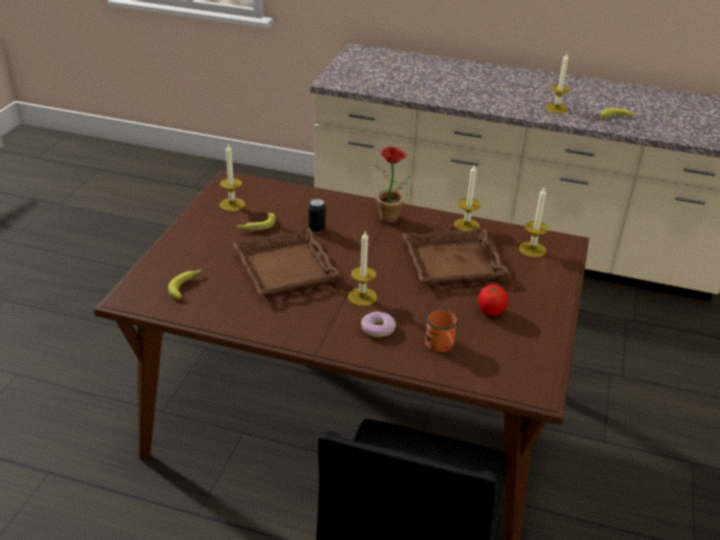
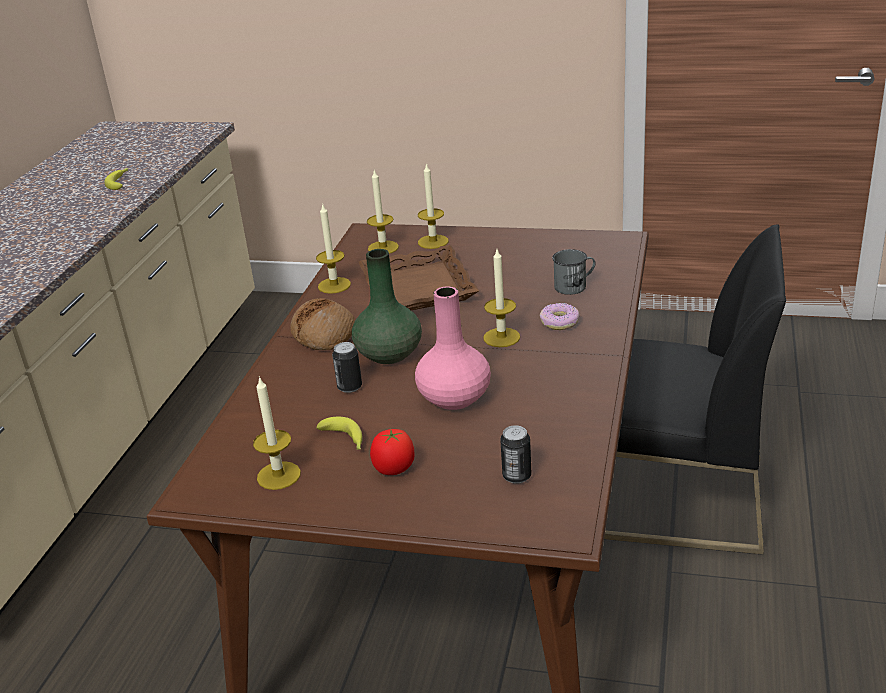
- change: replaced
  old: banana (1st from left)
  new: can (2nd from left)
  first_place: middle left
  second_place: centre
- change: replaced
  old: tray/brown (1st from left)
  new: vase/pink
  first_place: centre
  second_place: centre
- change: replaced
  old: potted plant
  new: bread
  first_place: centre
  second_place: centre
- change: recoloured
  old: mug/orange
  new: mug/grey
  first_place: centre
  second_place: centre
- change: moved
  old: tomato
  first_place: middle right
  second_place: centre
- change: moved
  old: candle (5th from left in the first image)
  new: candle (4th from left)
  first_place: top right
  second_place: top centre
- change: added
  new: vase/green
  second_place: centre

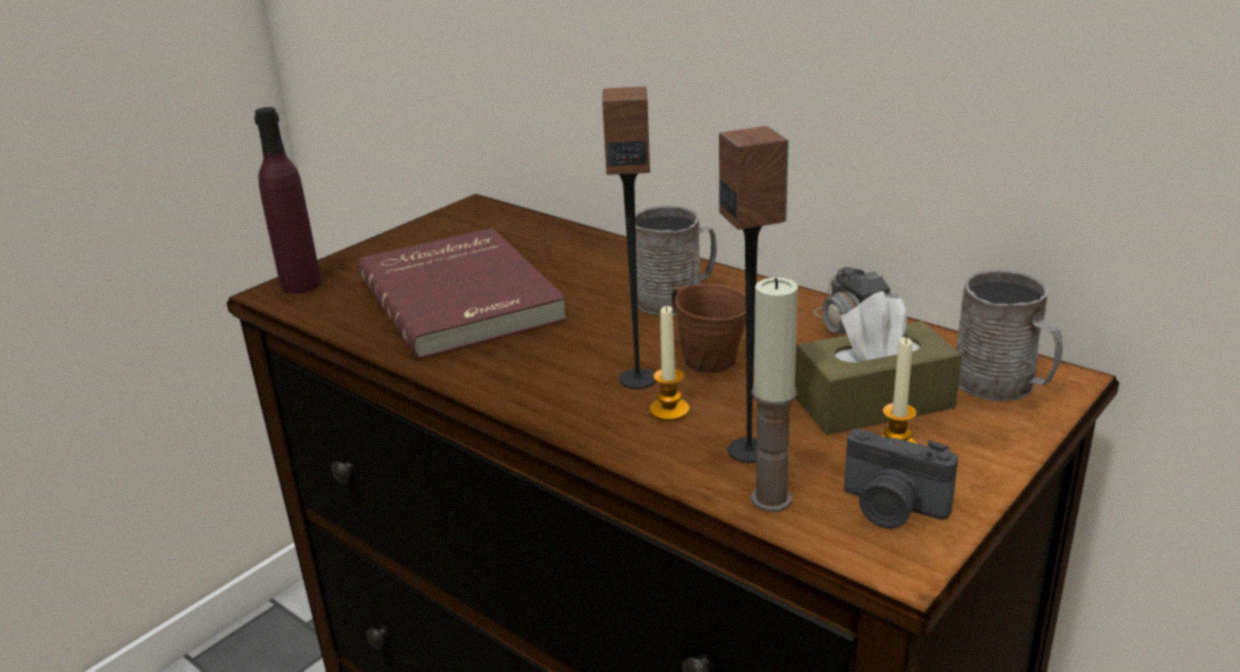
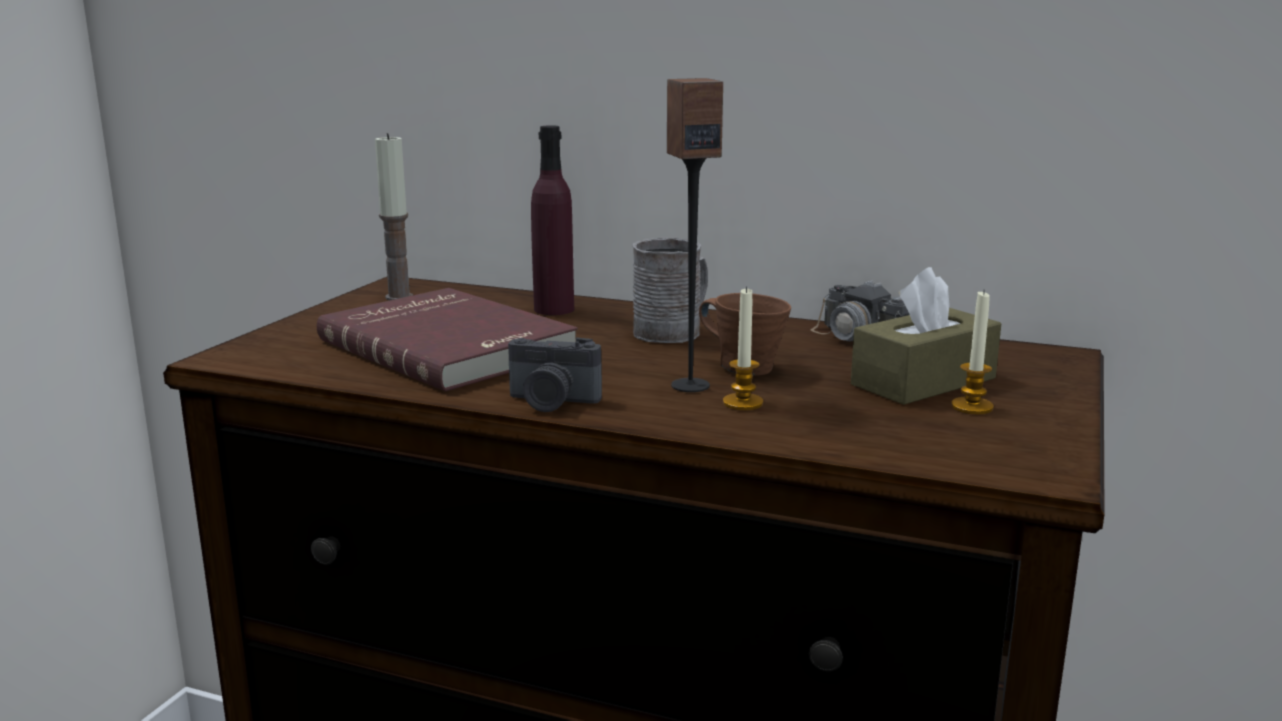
- change: moved
  old: bottle/purple
  first_place: top left
  second_place: top centre
- change: removed
  old: speaker (2nd from left)
  first_place: centre
- change: moved
  old: candle (2nd from left in the first image)
  new: candle (1st from left)
  first_place: centre
  second_place: top left
- change: moved
  old: photo camera (2nd from left in the first image)
  new: photo camera (1st from left)
  first_place: bottom right
  second_place: centre
- change: removed
  old: mug/grey (2nd from left)
  first_place: middle right

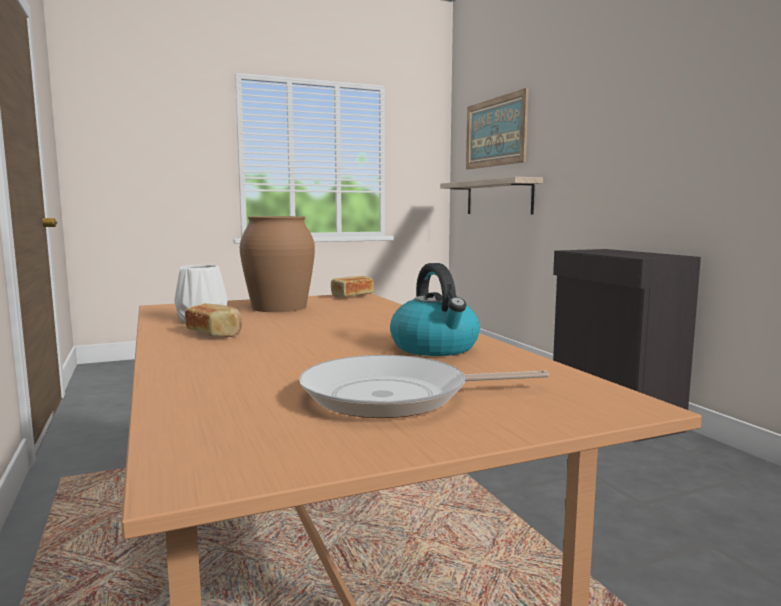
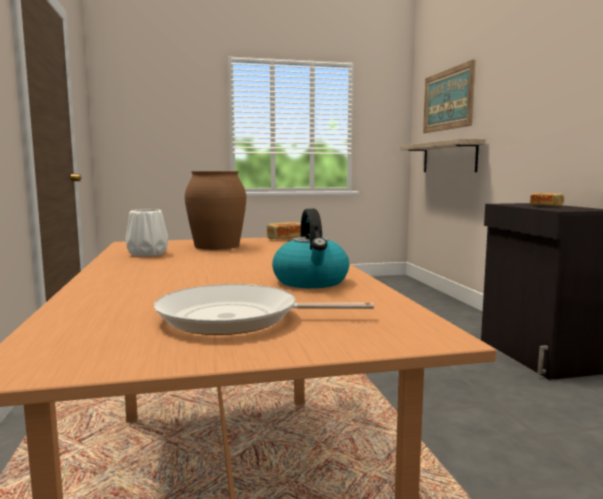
- change: moved
  old: bread (1st from left in the first image)
  new: bread (2nd from left)
  first_place: middle left
  second_place: middle right

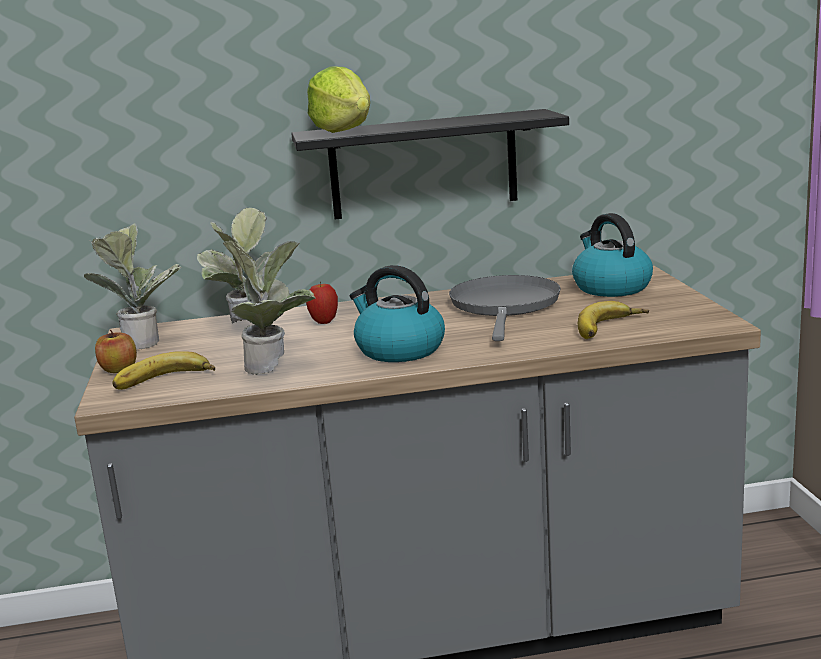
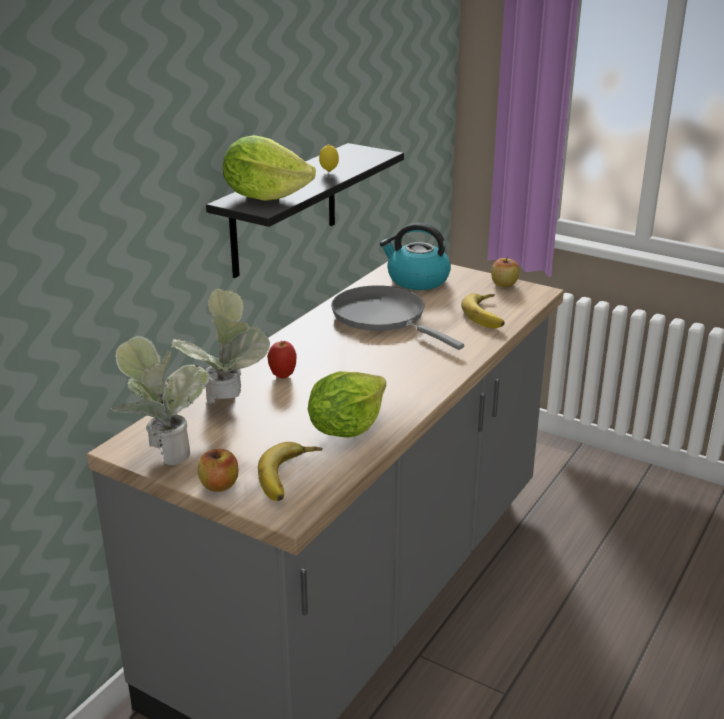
- change: replaced
  old: potted plant (3rd from left)
  new: lettuce (2nd from left)
  first_place: middle left
  second_place: centre
- change: removed
  old: kettle (1st from left)
  first_place: centre
- change: added
  new: lemon
  second_place: top centre
- change: added
  new: apple (3rd from left)
  second_place: middle right

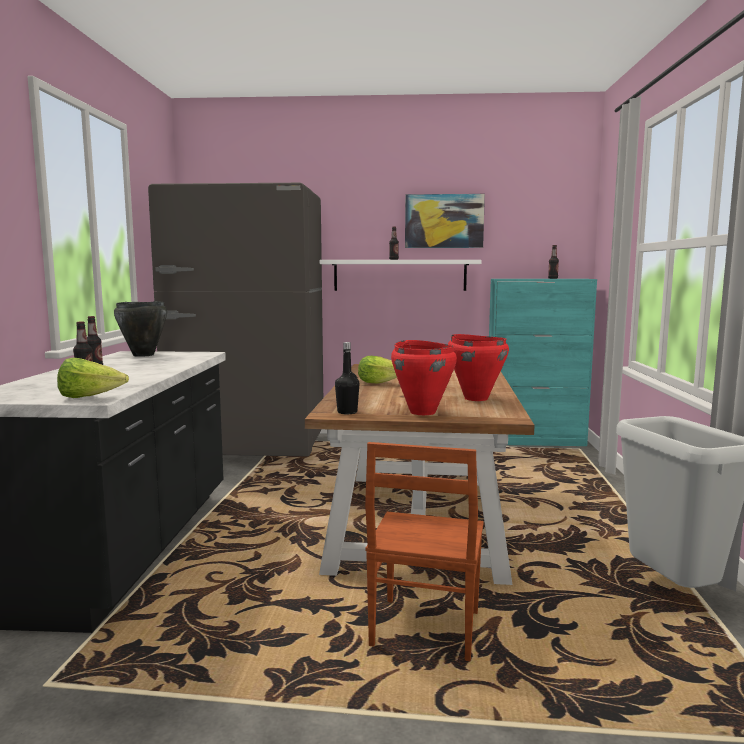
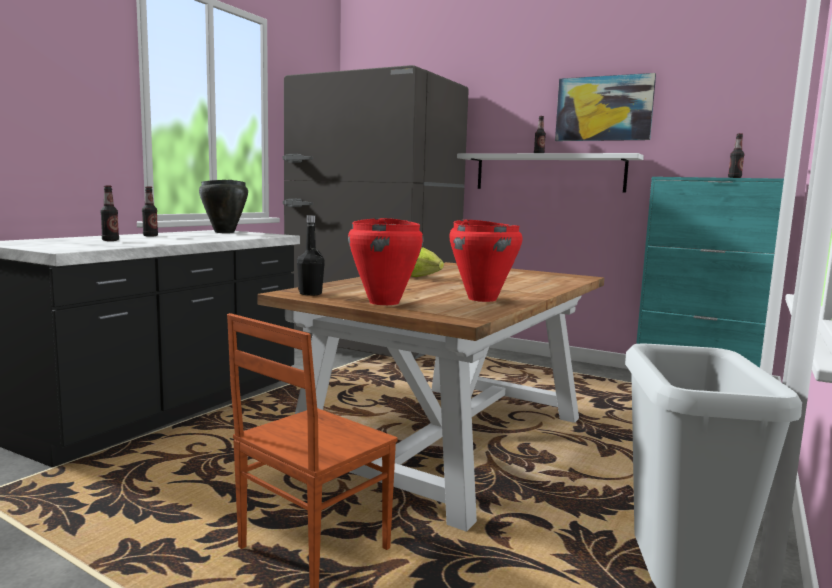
- change: removed
  old: lettuce (1st from left)
  first_place: middle left

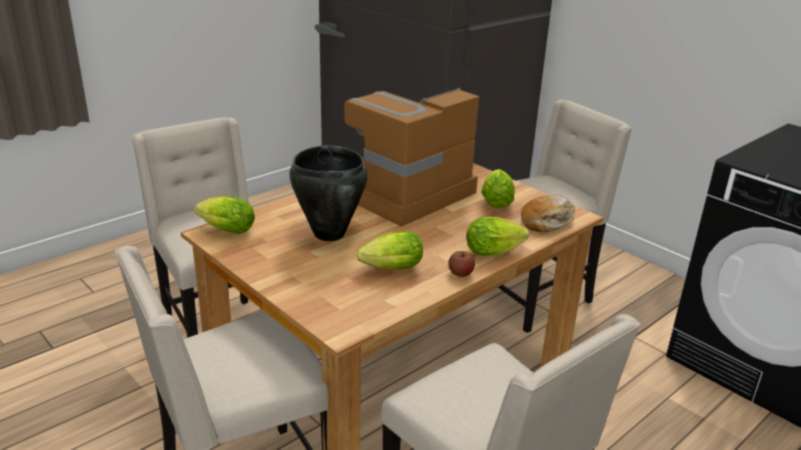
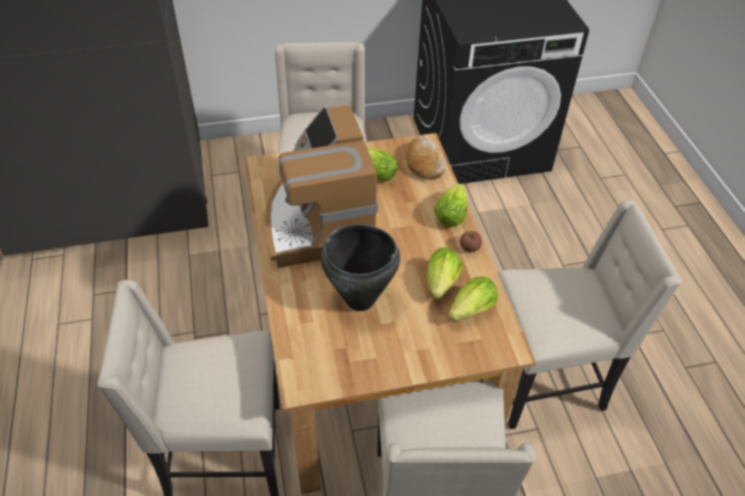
- change: moved
  old: lettuce (1st from left in the first image)
  new: lettuce (4th from left)
  first_place: middle left
  second_place: centre

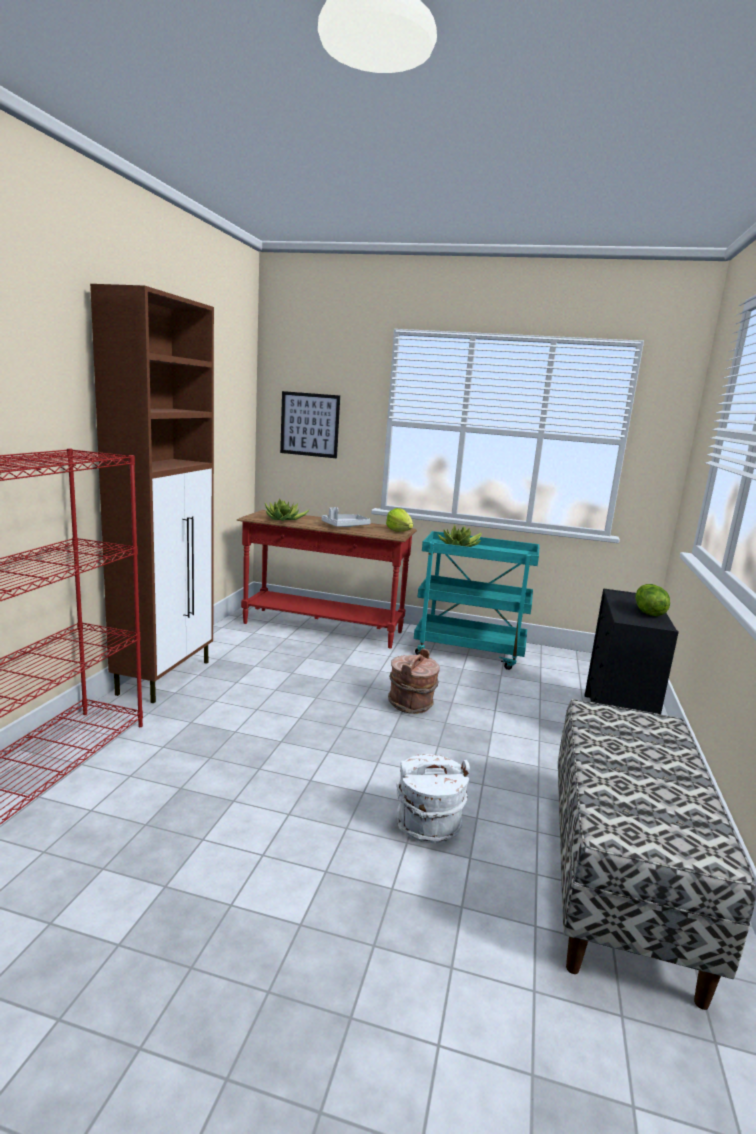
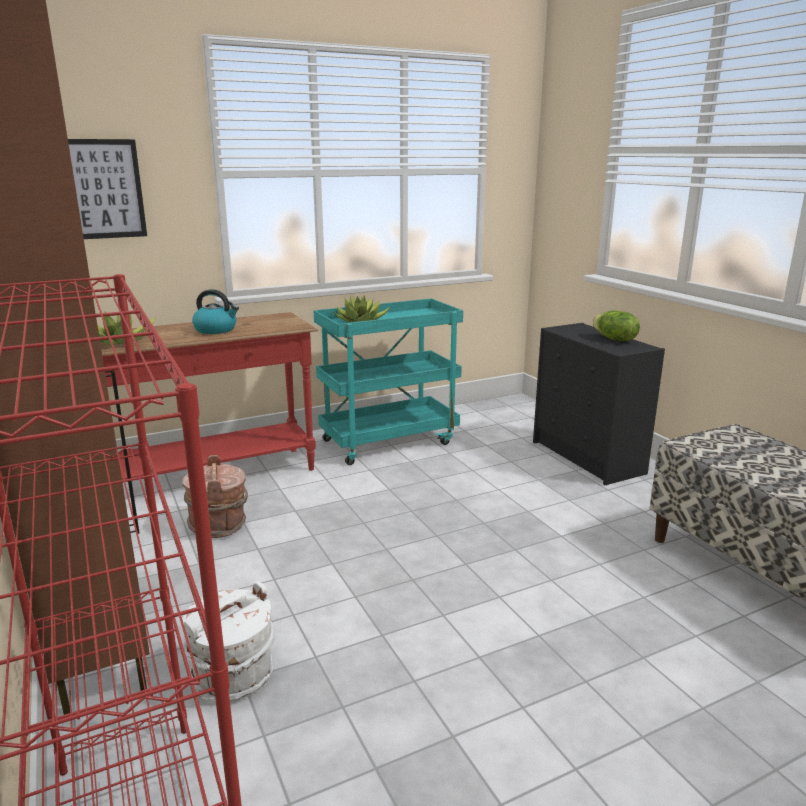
- change: replaced
  old: tray/grey
  new: kettle
  first_place: centre
  second_place: middle left
- change: removed
  old: lettuce (1st from left)
  first_place: centre
- change: moved
  old: bucket/brown
  first_place: centre
  second_place: middle left
- change: moved
  old: bucket/white
  first_place: bottom centre
  second_place: bottom left

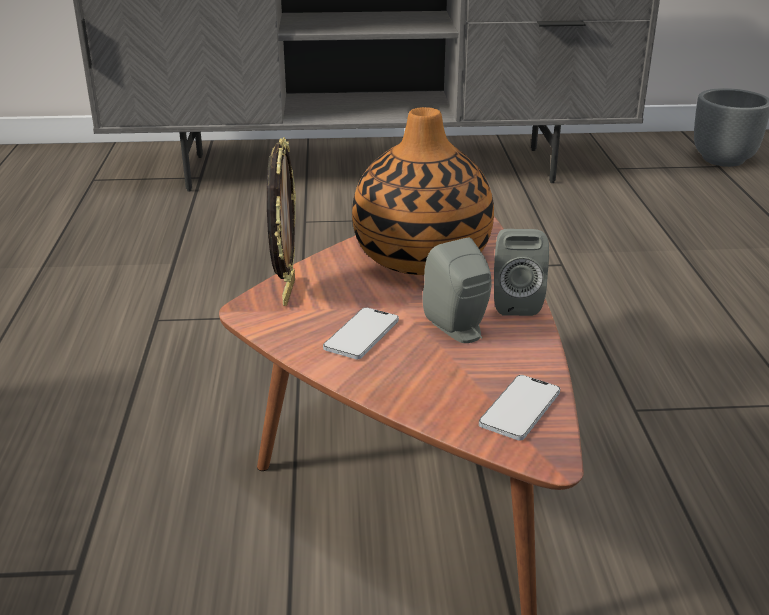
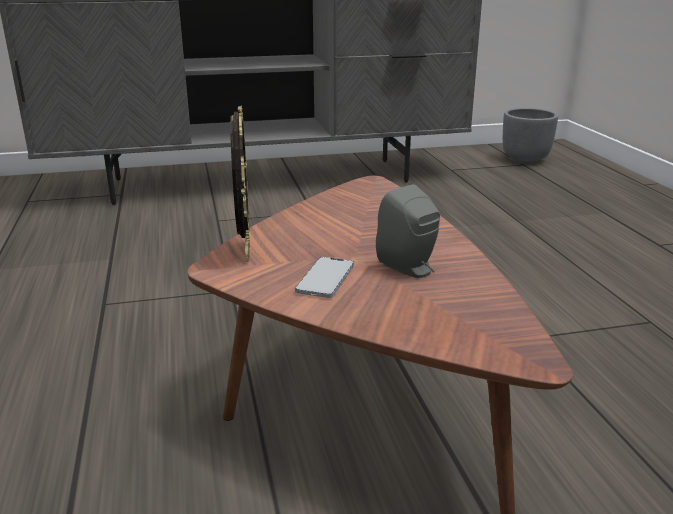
- change: removed
  old: vase
  first_place: top centre
- change: removed
  old: phone (2nd from left)
  first_place: middle right
- change: removed
  old: speaker/grey (2nd from left)
  first_place: middle right

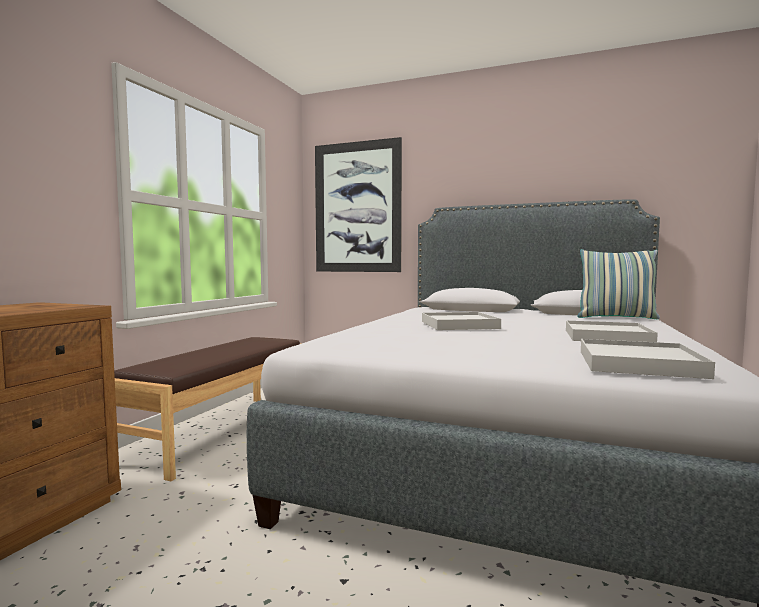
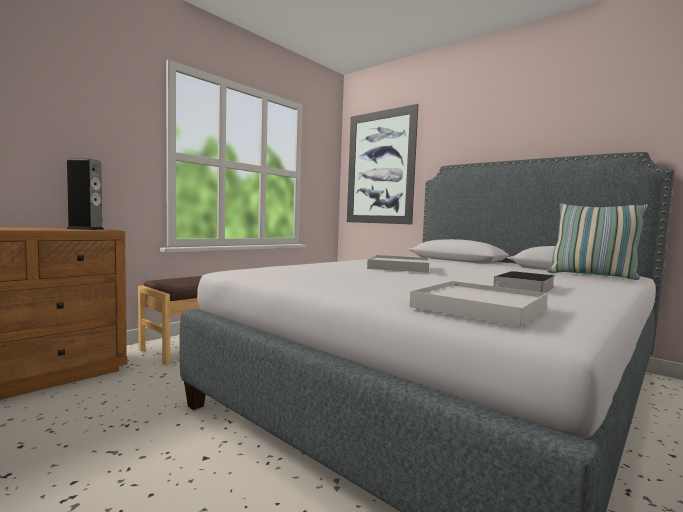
- change: replaced
  old: tray/white (2nd from left)
  new: book
  first_place: middle right
  second_place: middle right
- change: added
  new: speaker
  second_place: middle left

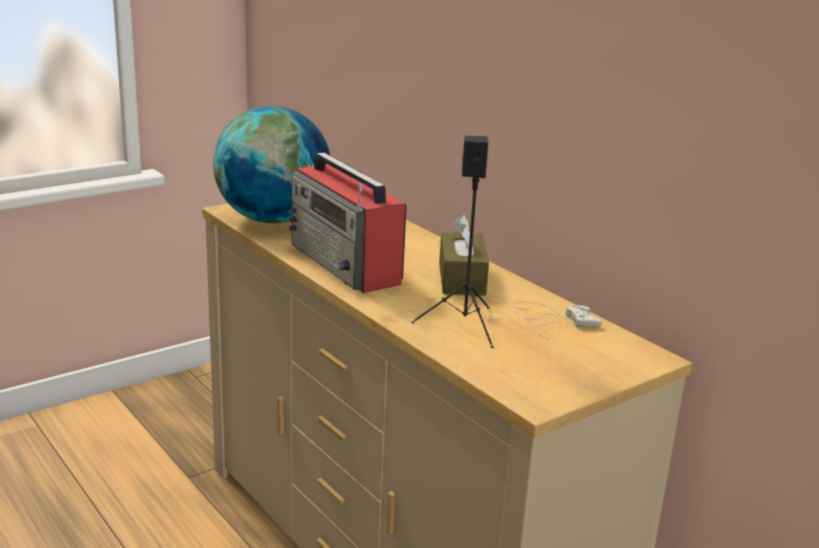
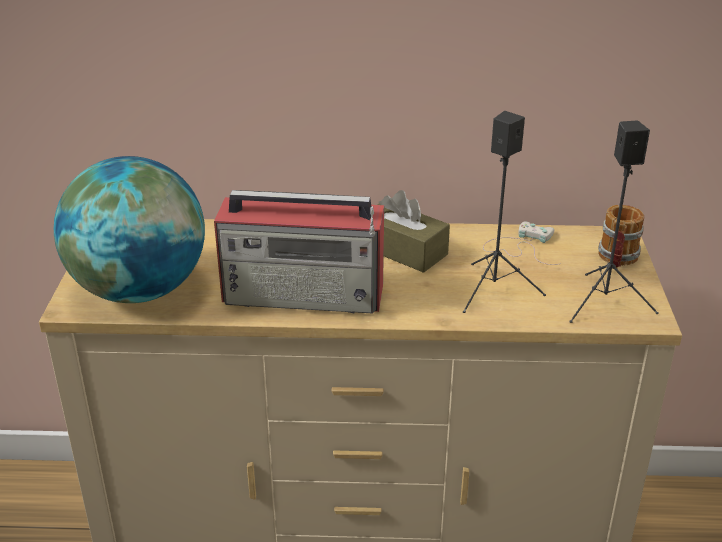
- change: added
  new: speaker/black (2nd from left)
  second_place: middle right
- change: added
  new: mug
  second_place: middle right

